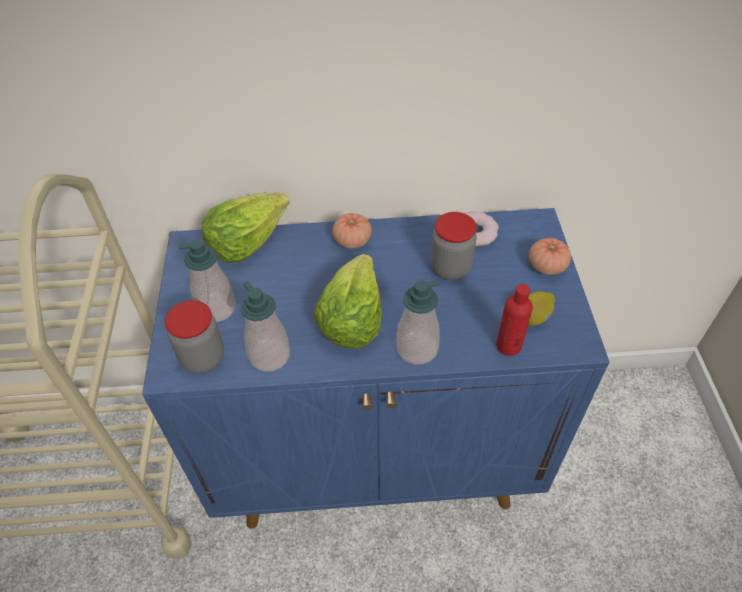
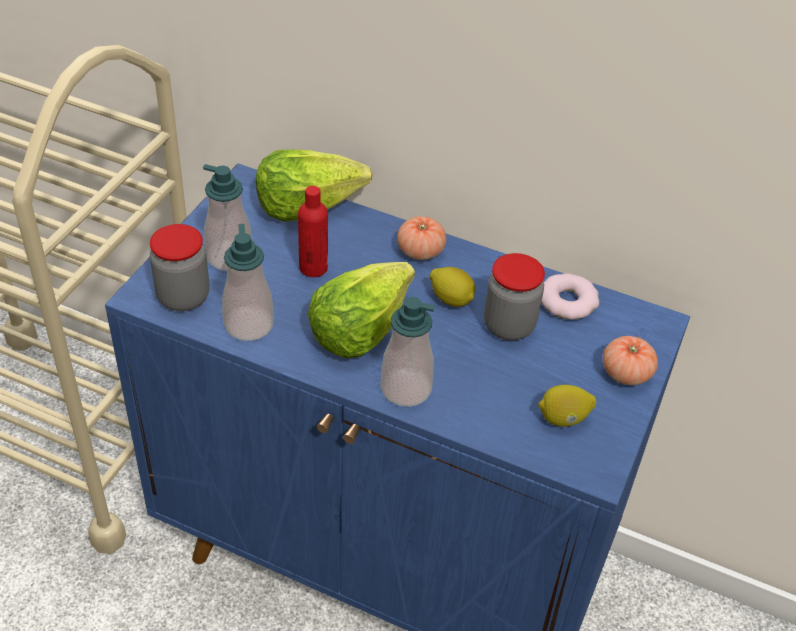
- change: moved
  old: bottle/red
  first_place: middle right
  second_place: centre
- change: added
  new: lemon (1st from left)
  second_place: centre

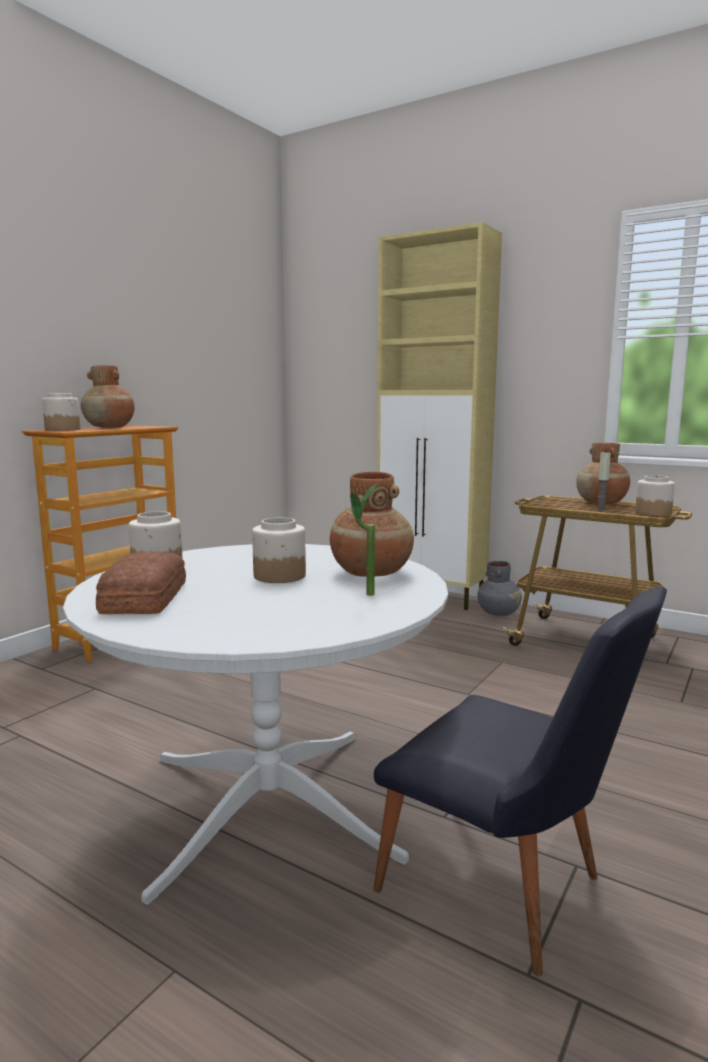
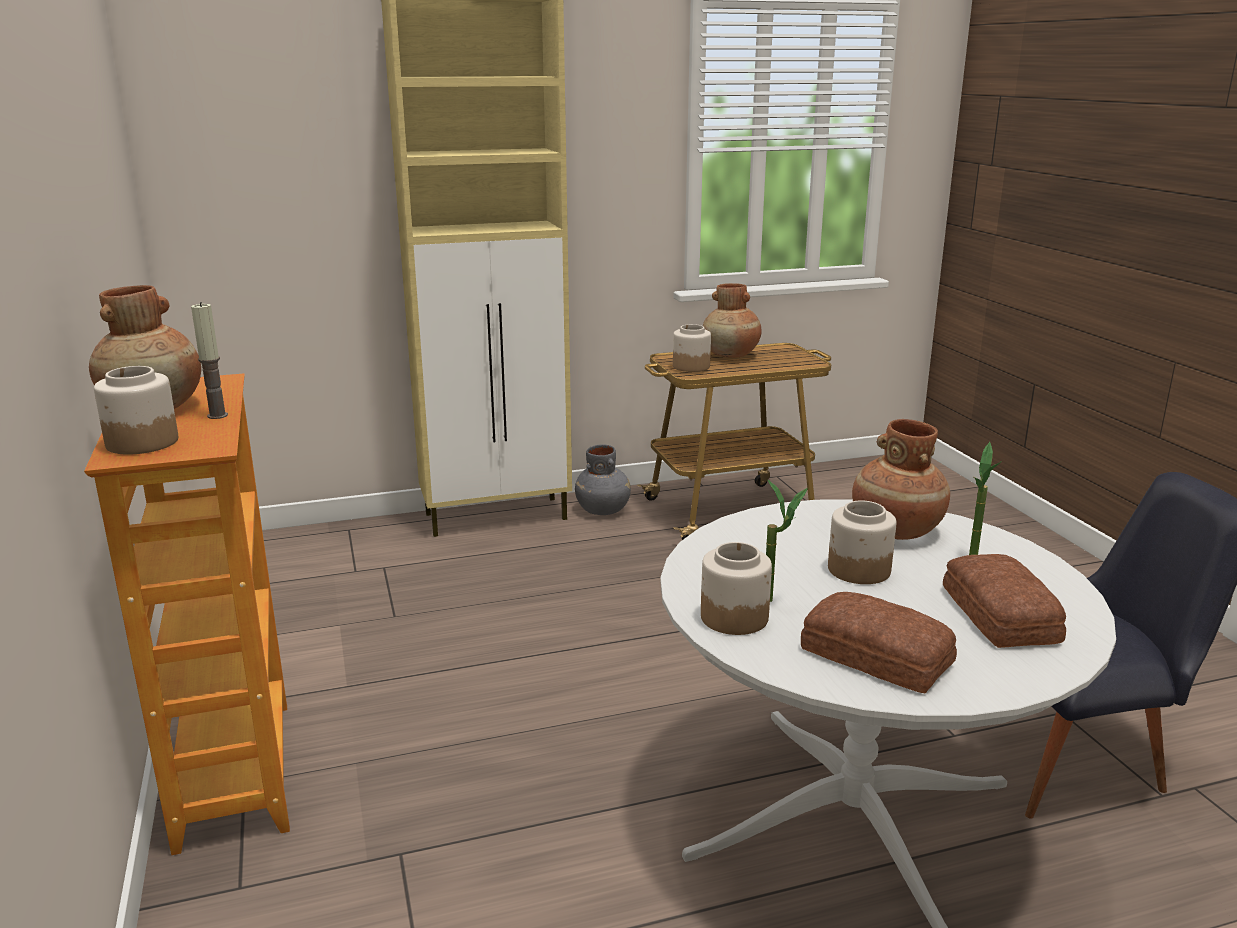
- change: moved
  old: candle
  first_place: middle right
  second_place: middle left
- change: moved
  old: jar (4th from left in the first image)
  new: jar (2nd from left)
  first_place: middle right
  second_place: centre
- change: added
  new: potted plant (1st from left)
  second_place: centre
- change: added
  new: bread (2nd from left)
  second_place: middle right

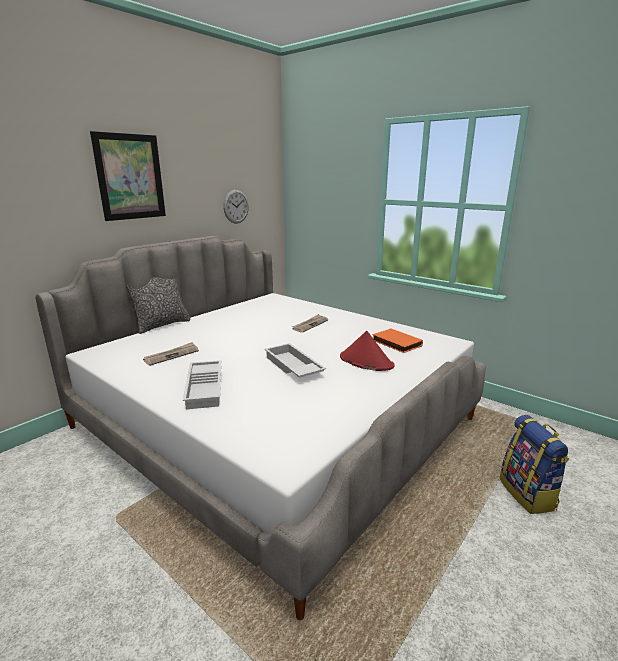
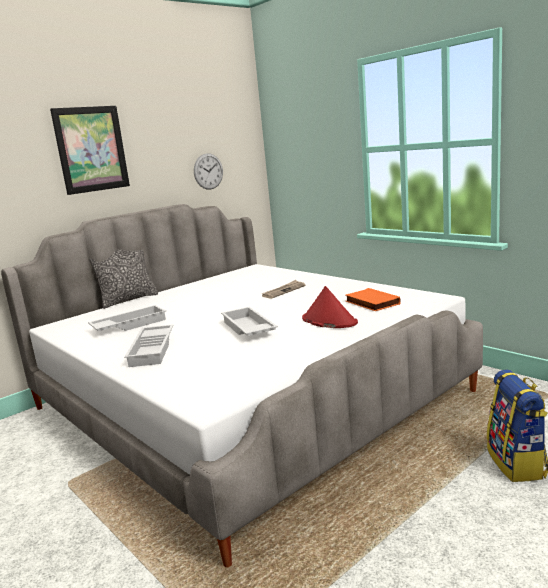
- change: replaced
  old: newspaper (1st from left)
  new: tray/white (1st from left)
  first_place: middle left
  second_place: middle left

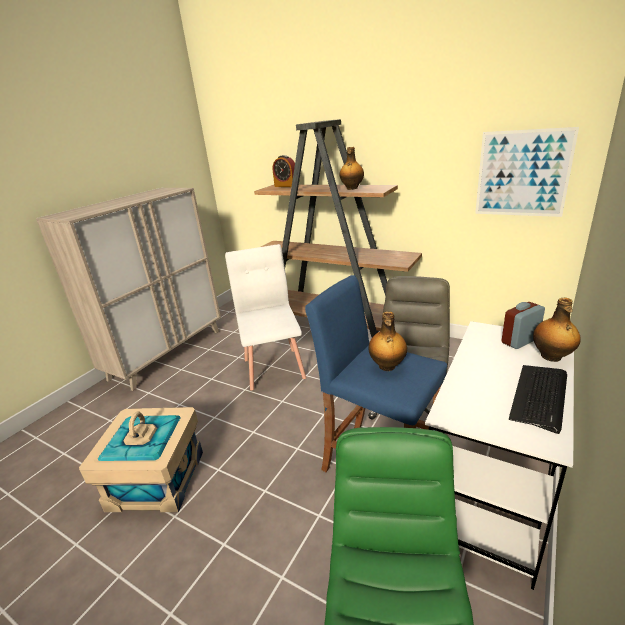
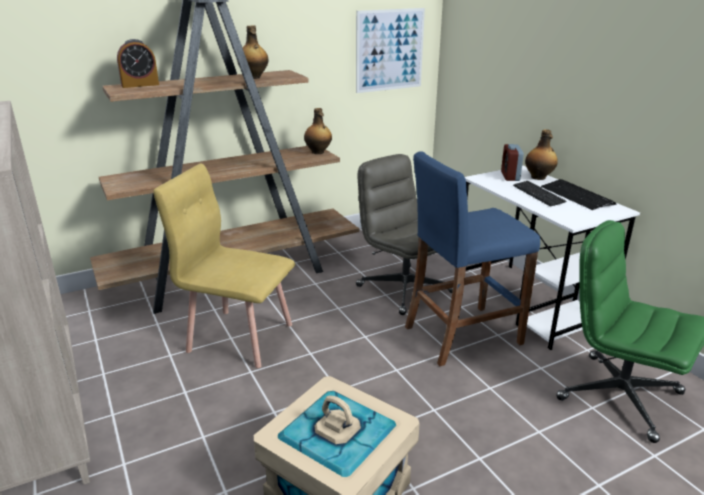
- change: recoloured
  old: chair/white
  new: chair/yellow
  first_place: centre
  second_place: middle left
- change: moved
  old: bottle (2nd from left)
  first_place: centre
  second_place: top centre
- change: added
  new: keyboard (1st from left)
  second_place: middle right

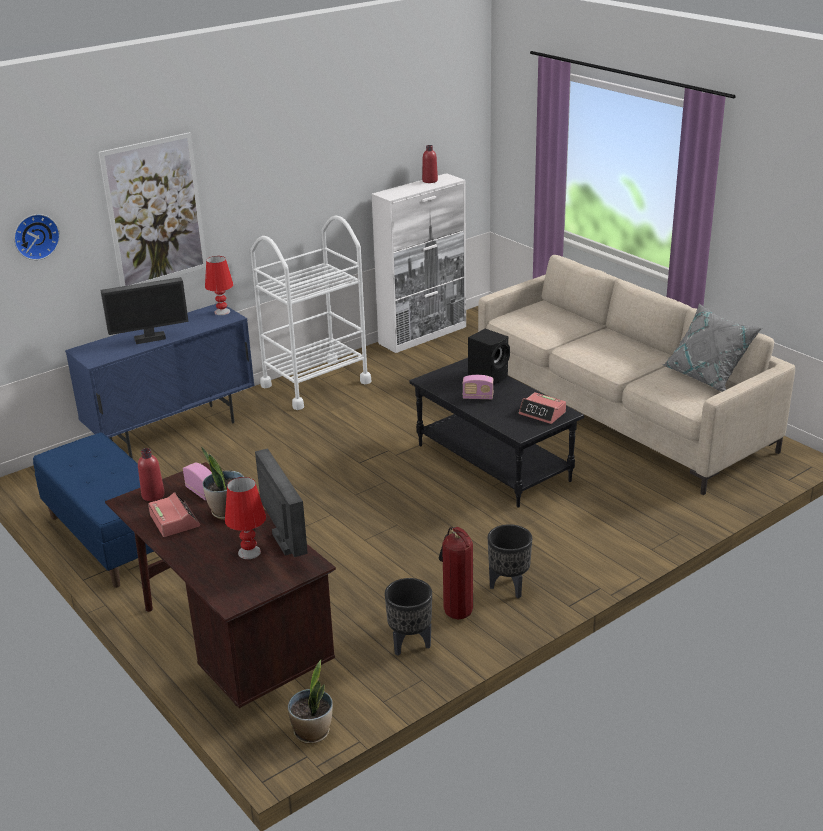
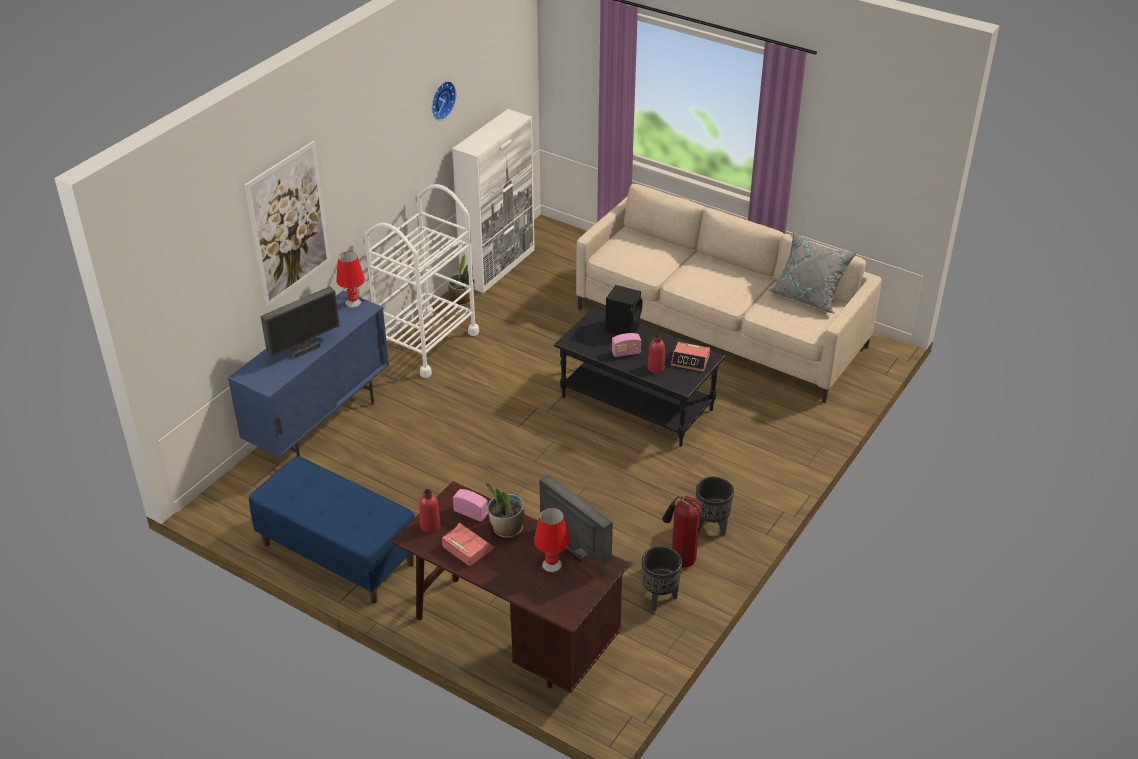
- change: moved
  old: wall clock
  first_place: top left
  second_place: top centre
- change: moved
  old: potted plant (2nd from left in the first image)
  new: potted plant (1st from left)
  first_place: bottom centre
  second_place: centre
- change: moved
  old: bottle/red (2nd from left)
  first_place: top centre
  second_place: centre

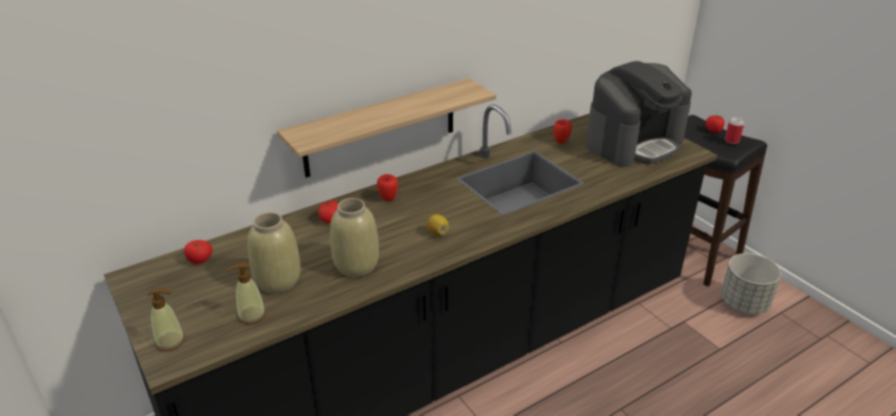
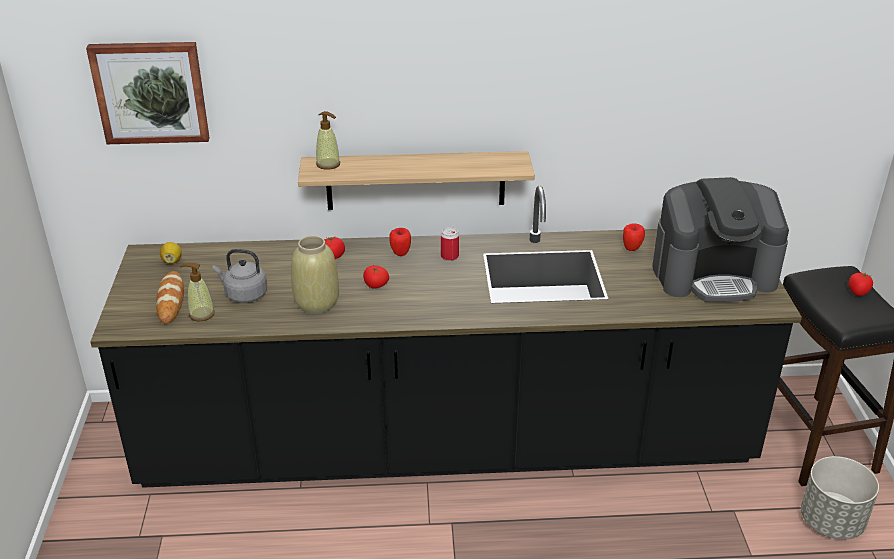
- change: moved
  old: soap dispenser (1st from left in the first image)
  new: soap dispenser (2nd from left)
  first_place: bottom left
  second_place: top centre
- change: moved
  old: tomato (1st from left in the first image)
  new: tomato (2nd from left)
  first_place: middle left
  second_place: centre
- change: replaced
  old: vase/beige (1st from left)
  new: kettle/grey
  first_place: middle left
  second_place: middle left
- change: moved
  old: lemon
  first_place: centre
  second_place: middle left
- change: moved
  old: can
  first_place: top right
  second_place: centre
- change: added
  new: picture
  second_place: top left
- change: added
  new: bread
  second_place: middle left

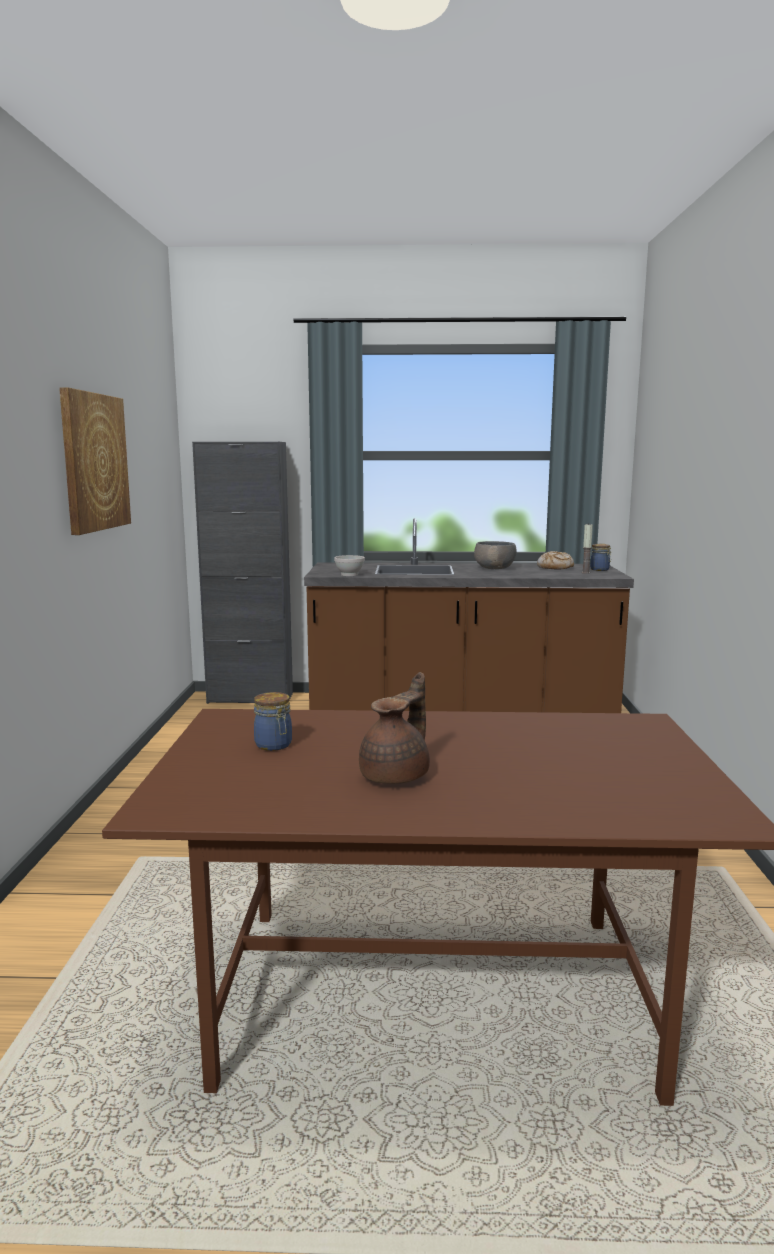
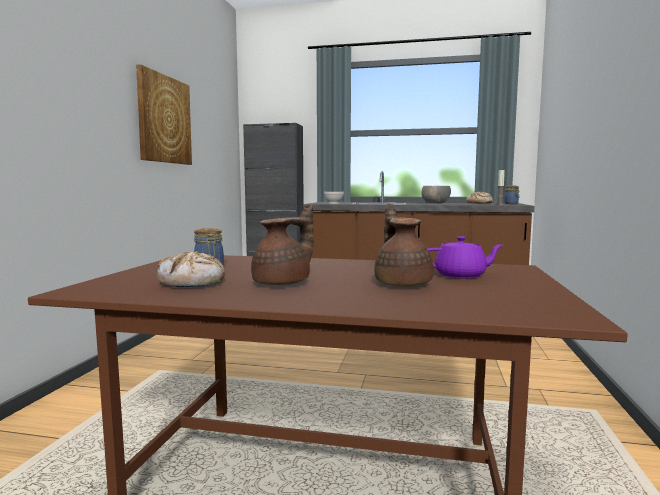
- change: added
  new: bread (1st from left)
  second_place: middle left
- change: added
  new: teapot/brown (2nd from left)
  second_place: centre
- change: added
  new: teapot/purple
  second_place: middle right

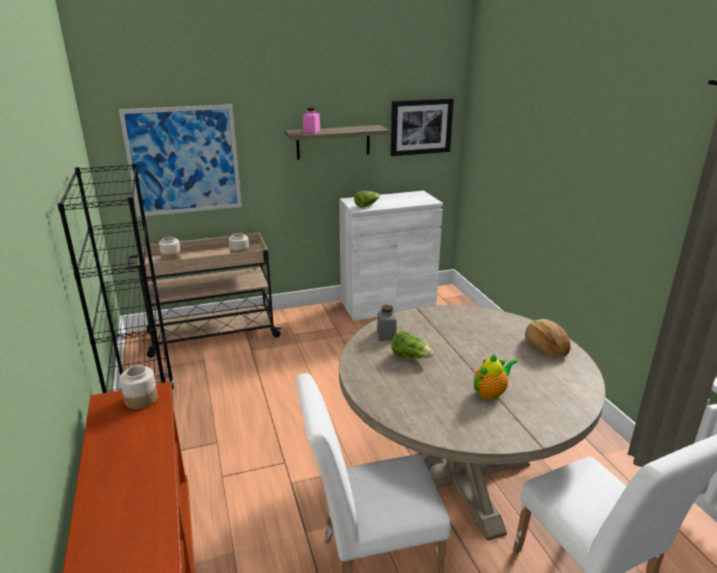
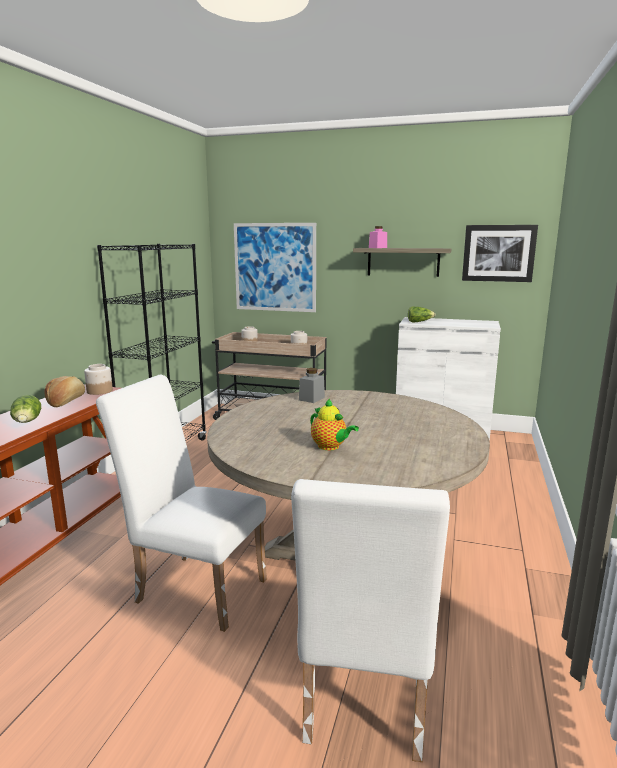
- change: moved
  old: lettuce (2nd from left in the first image)
  new: lettuce (1st from left)
  first_place: centre
  second_place: middle left
- change: turned
  old: teapot
  first_place: middle right
  second_place: centre
  degrees: 45
- change: moved
  old: bread
  first_place: middle right
  second_place: middle left

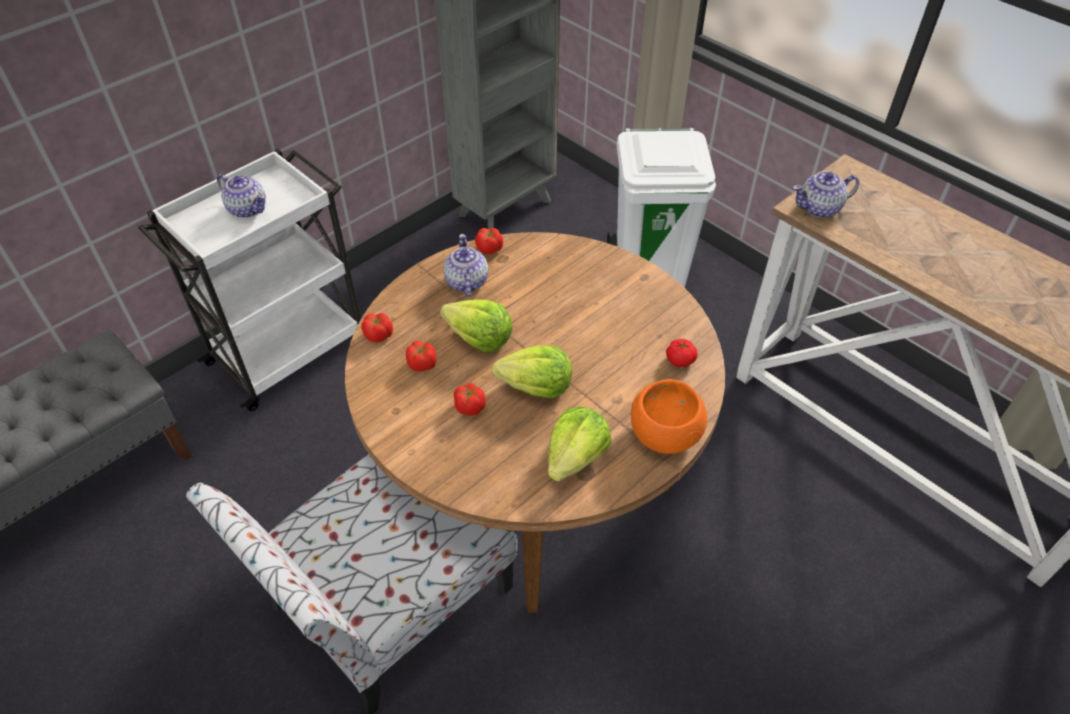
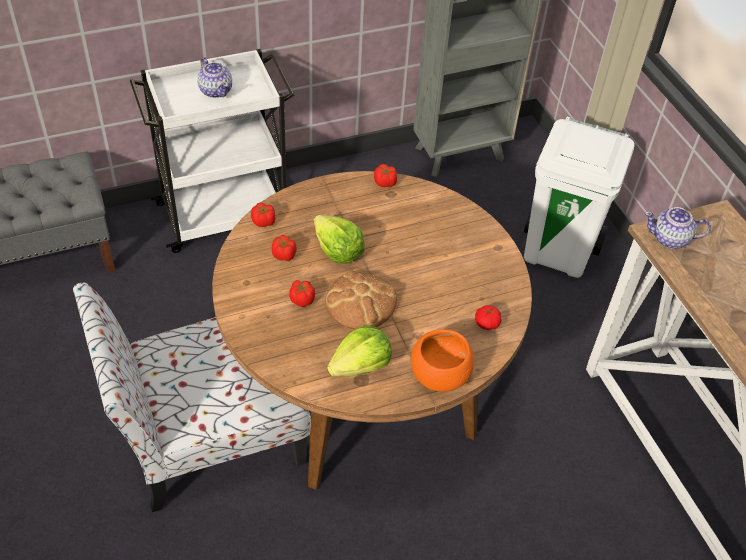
- change: removed
  old: teapot (2nd from left)
  first_place: centre
- change: replaced
  old: lettuce (2nd from left)
  new: bread
  first_place: centre
  second_place: centre

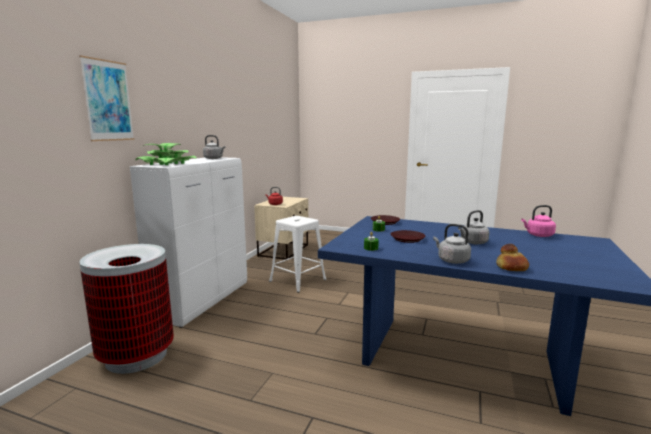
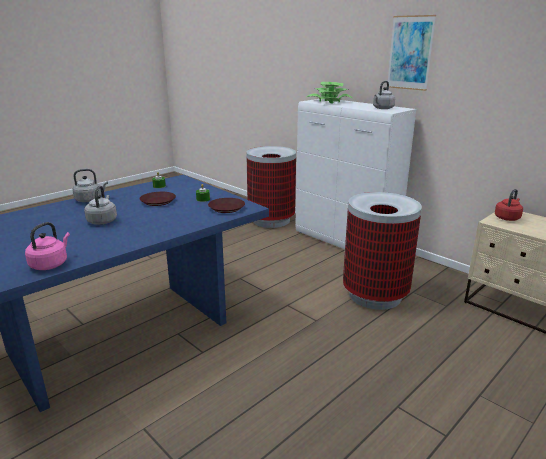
- change: moved
  old: picture
  first_place: top left
  second_place: top right
- change: replaced
  old: stool/white
  new: trash can (2nd from left)
  first_place: centre
  second_place: middle right
- change: removed
  old: bread
  first_place: middle right

